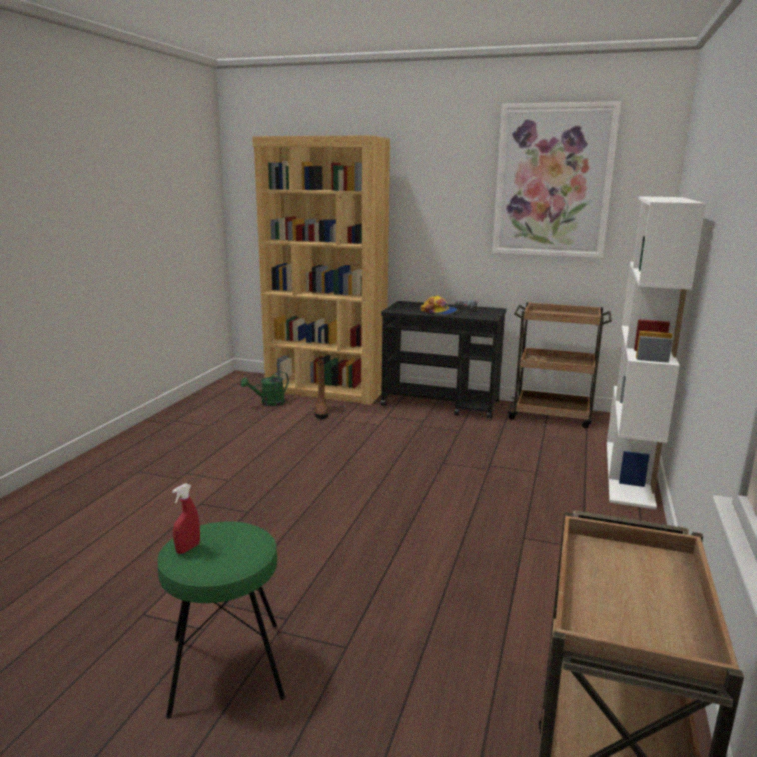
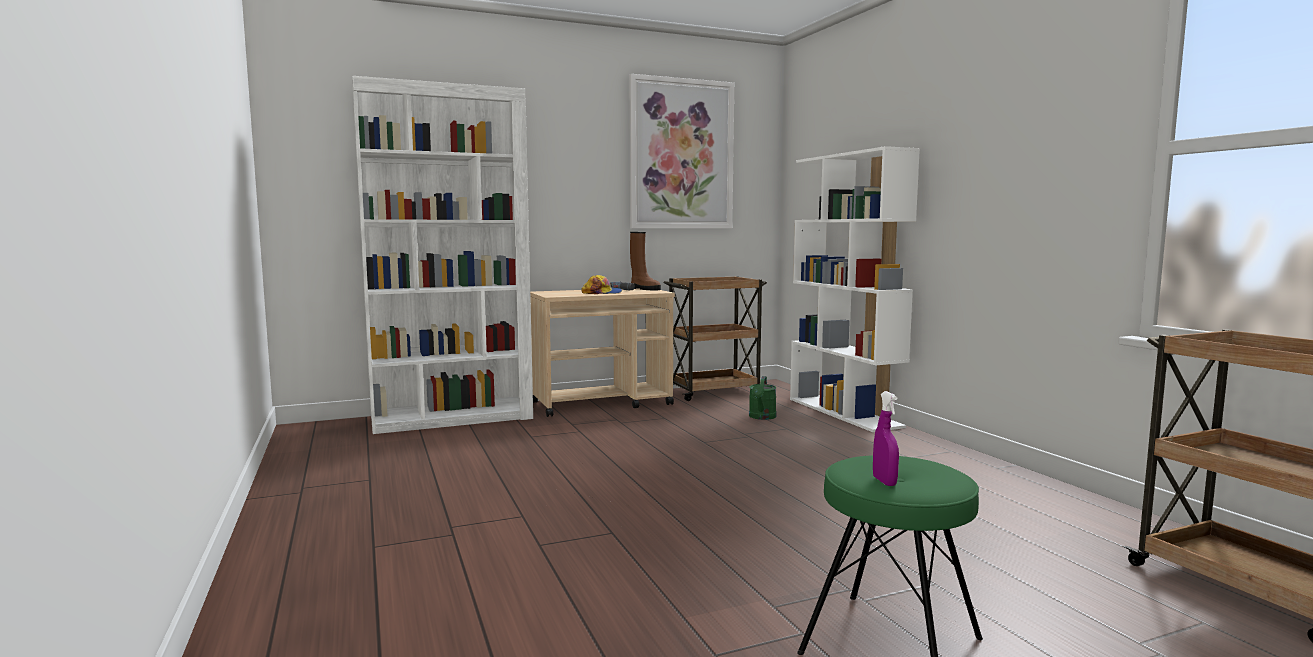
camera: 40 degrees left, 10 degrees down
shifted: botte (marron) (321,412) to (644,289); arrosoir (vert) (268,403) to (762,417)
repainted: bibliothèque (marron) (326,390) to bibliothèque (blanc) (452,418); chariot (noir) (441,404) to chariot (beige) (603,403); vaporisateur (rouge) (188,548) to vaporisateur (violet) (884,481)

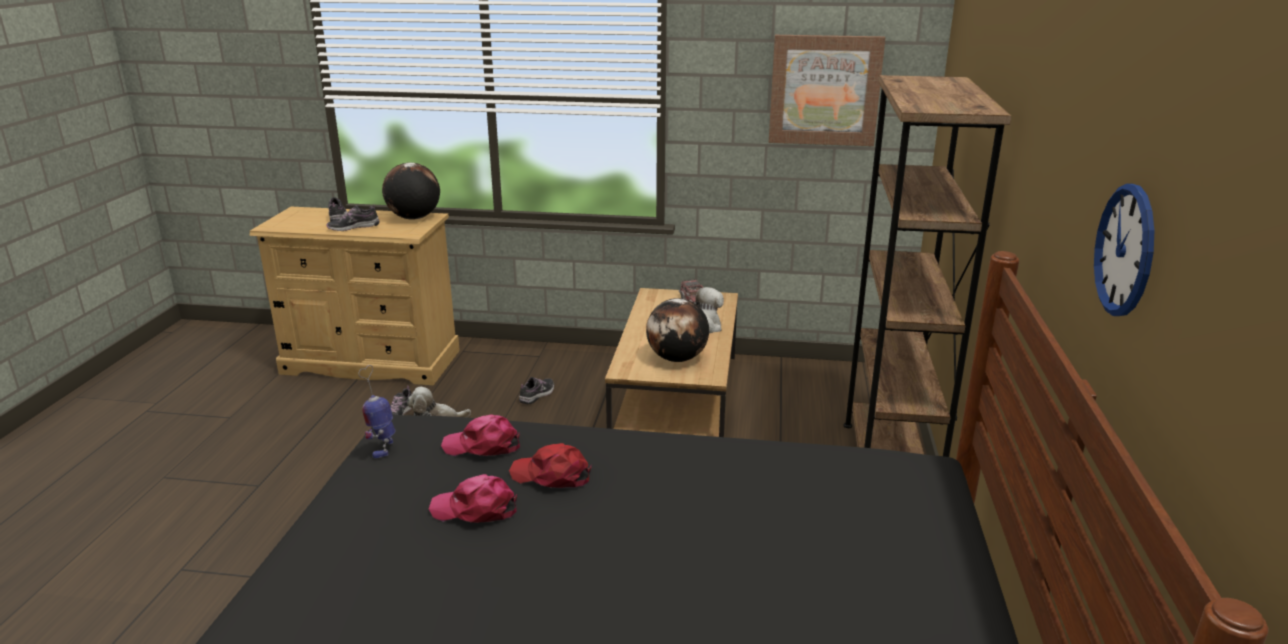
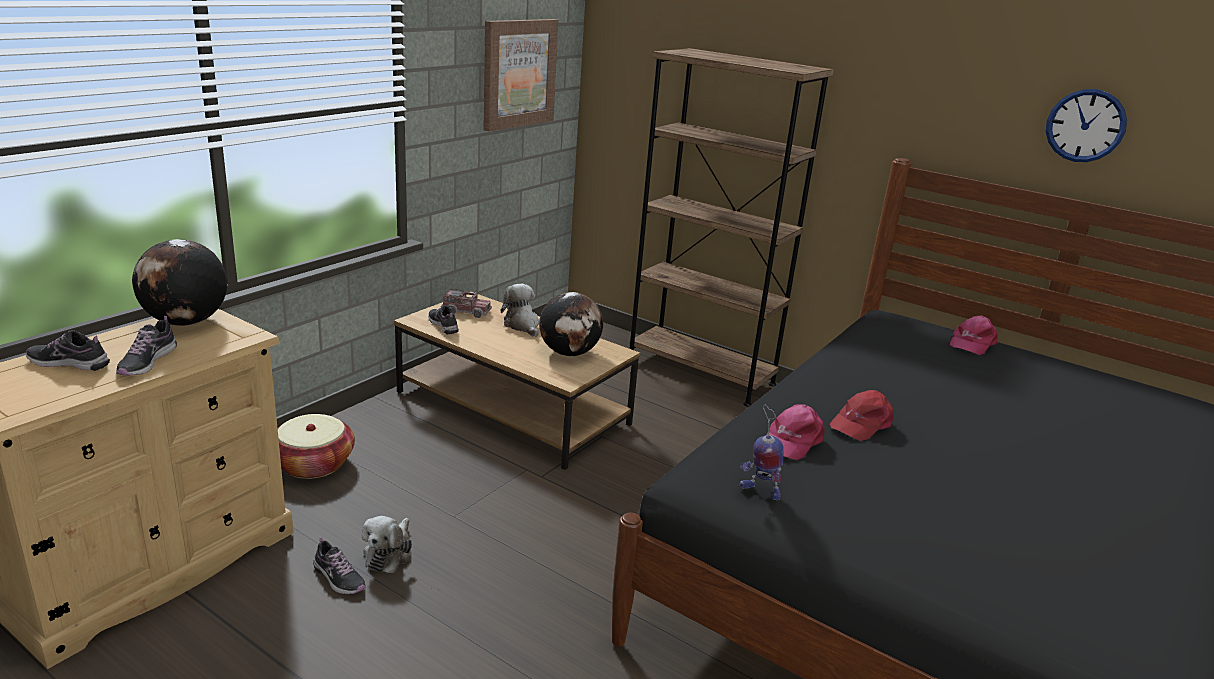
camera: 65 degrees left, 0 degrees up
new: panier (313,464)
shifted: chaussure (537,395) to (443,325); casquette (rose) (475,509) to (971,343)

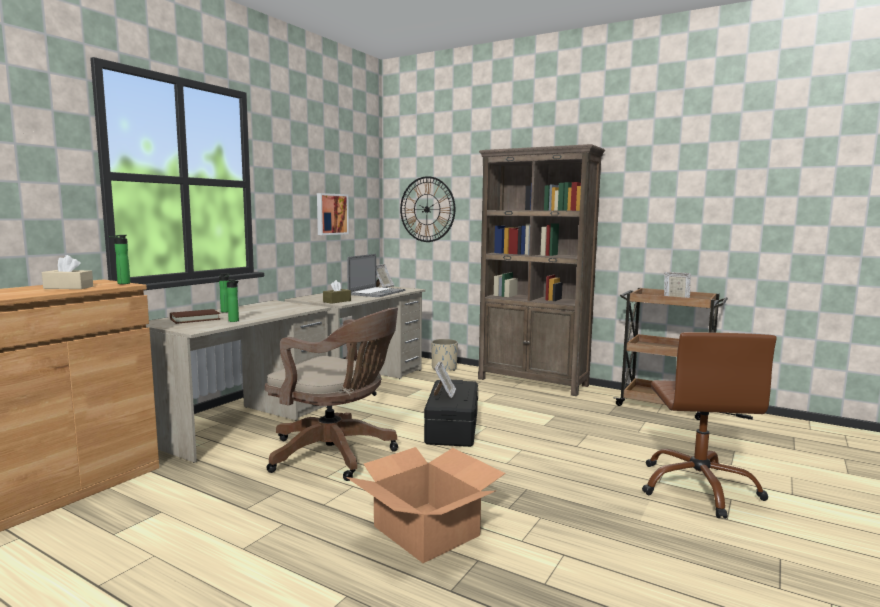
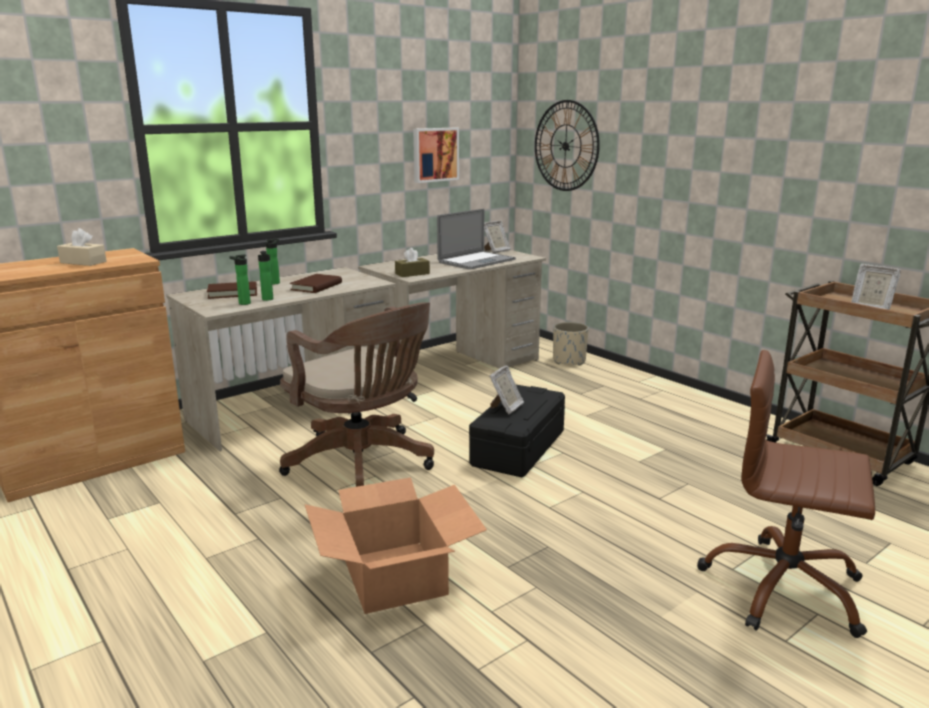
camera: 20 degrees right, 10 degrees up
gone: bibliothèque (marron) (533,382)
new: livre (marron) (316,286)
shifted: bouteille (121,283) to (242,303)
rotated: chaise de bureau (marron) (698,488) = (783,588) 90 degrees clockwise

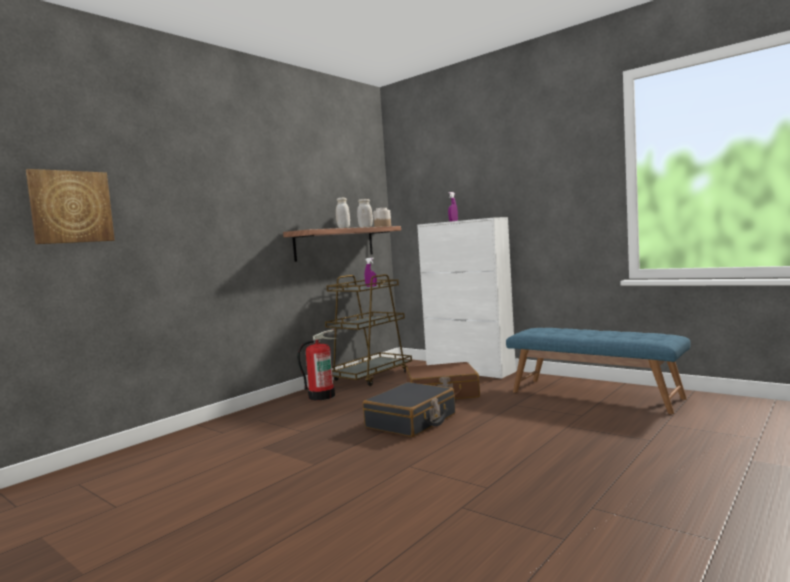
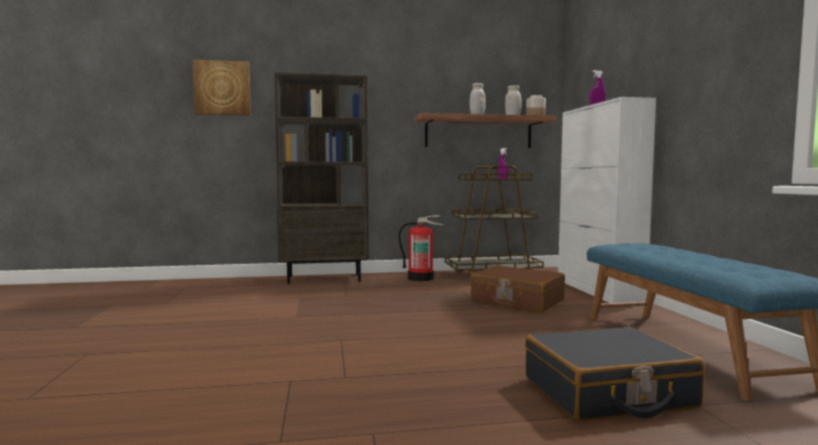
camera: 40 degrees right, 0 degrees up
new: bibliothèque (marron) (325,278)
shifted: valise (noir) (411,421) to (608,393)

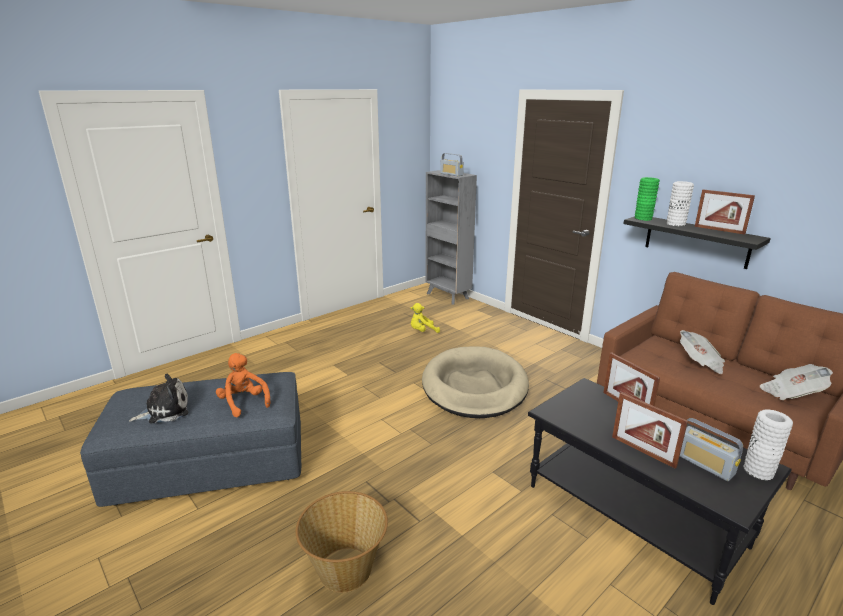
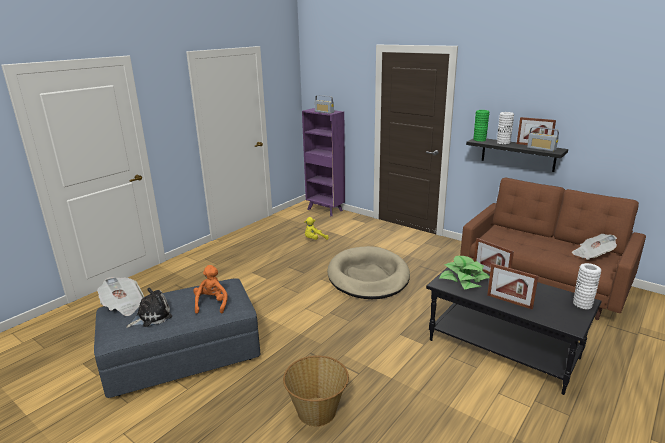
camera: 10 degrees left, 0 degrees up
new: plante en pot (464,280)
shifted: journal (700,363) to (124,305); radio (704,464) to (541,149)
repainted: bibliothèque (gris) (448,296) to bibliothèque (violet) (325,210)
rotated: peluche (orange) (244,403) = (212,304) 45 degrees clockwise

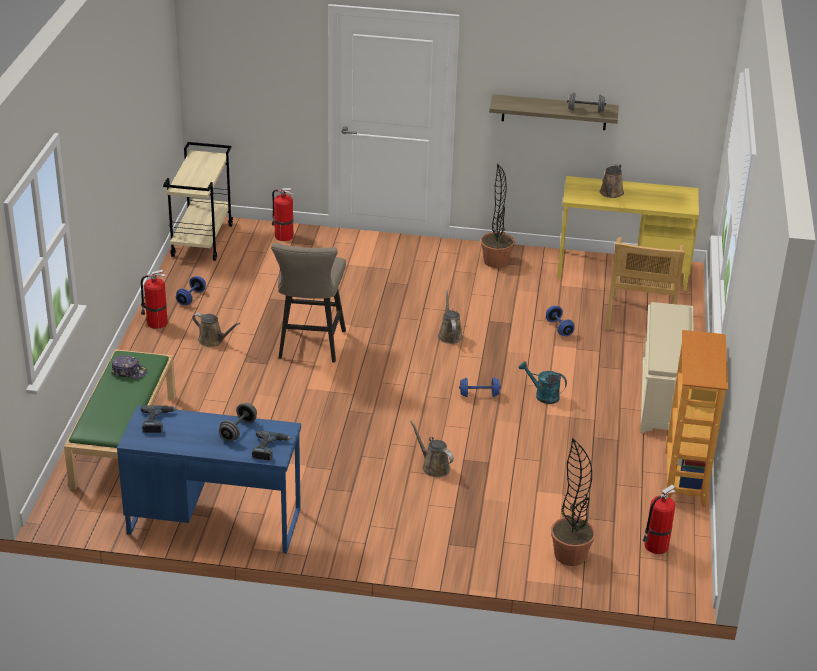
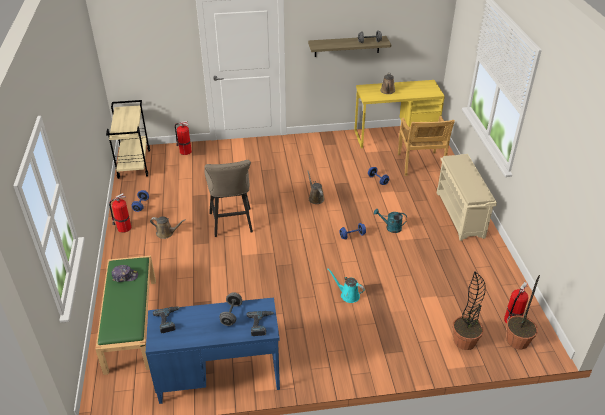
camera: 15 degrees left, 5 degrees up
gone: bibliothèque (685,479)
shifted: plante en pot (496,261) to (517,341)
repainted: arrosoir (marron) (433,466) to arrosoir (turquoise) (348,295)

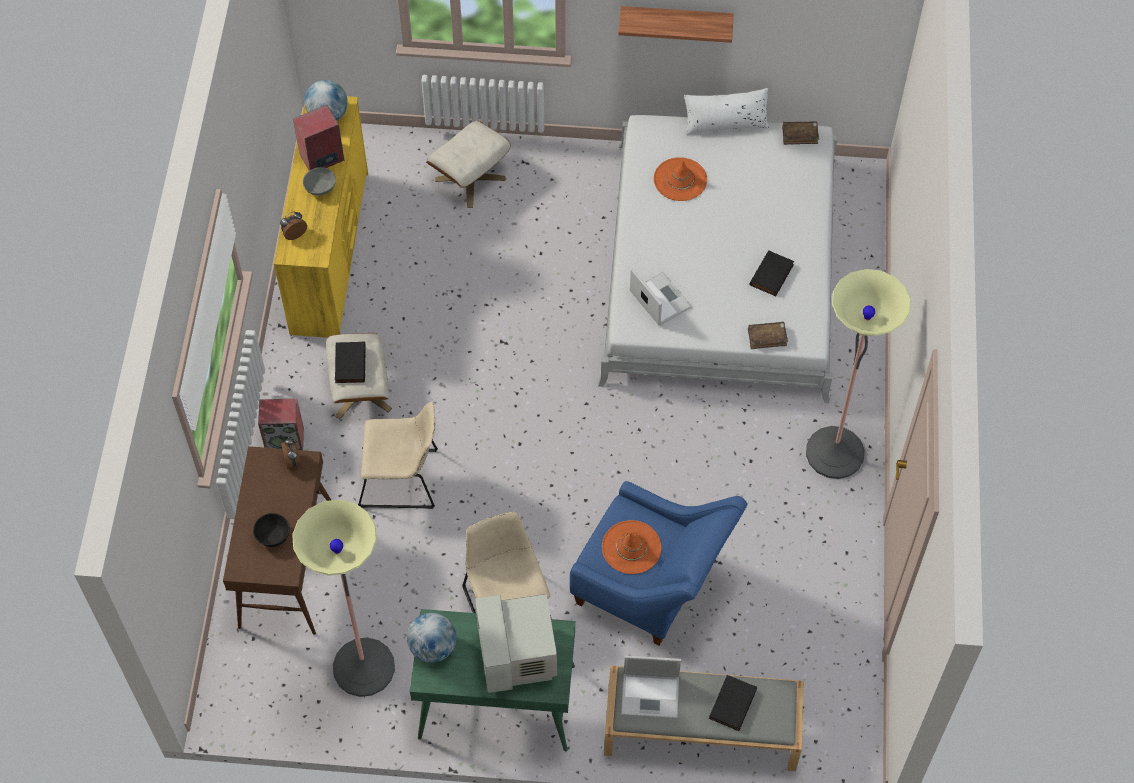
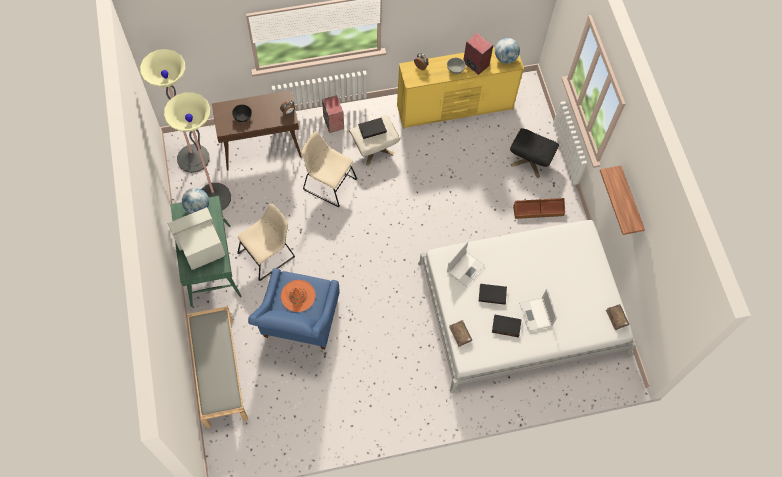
camera: 70 degrees right, 5 degrees up
gone: coussin (blanc) (725,123); chapeau (orange) (680,179)
new: boîte de rangement (marron) (538,210)
shifted: lampadaire (834,453) to (193,158); ordinateur portable (651,695) to (536,315); livre (noir) (731,703) to (492,294)
repainted: pouf (beige) (470,179) to pouf (noir) (530,160)
rotated: chaise (beige) (403,479) = (328,183) 135 degrees clockwise

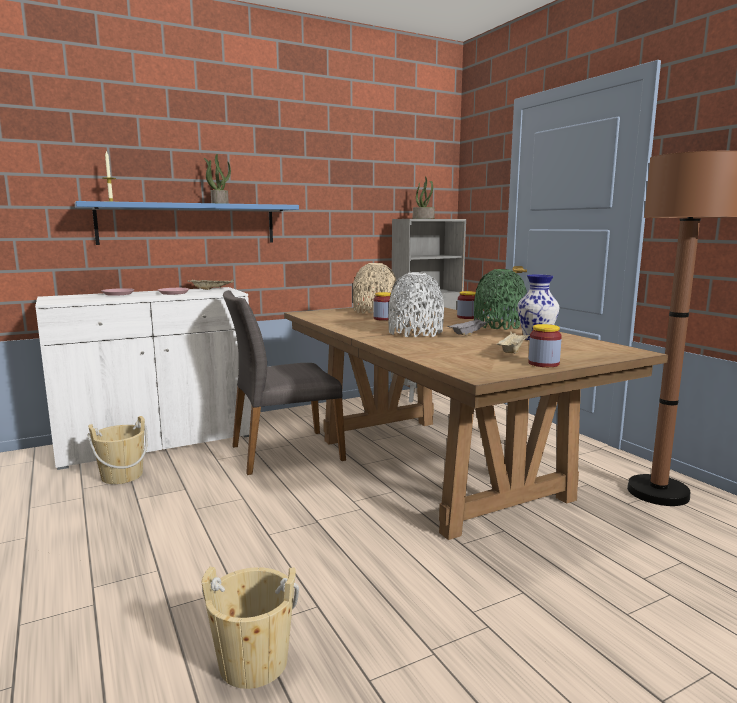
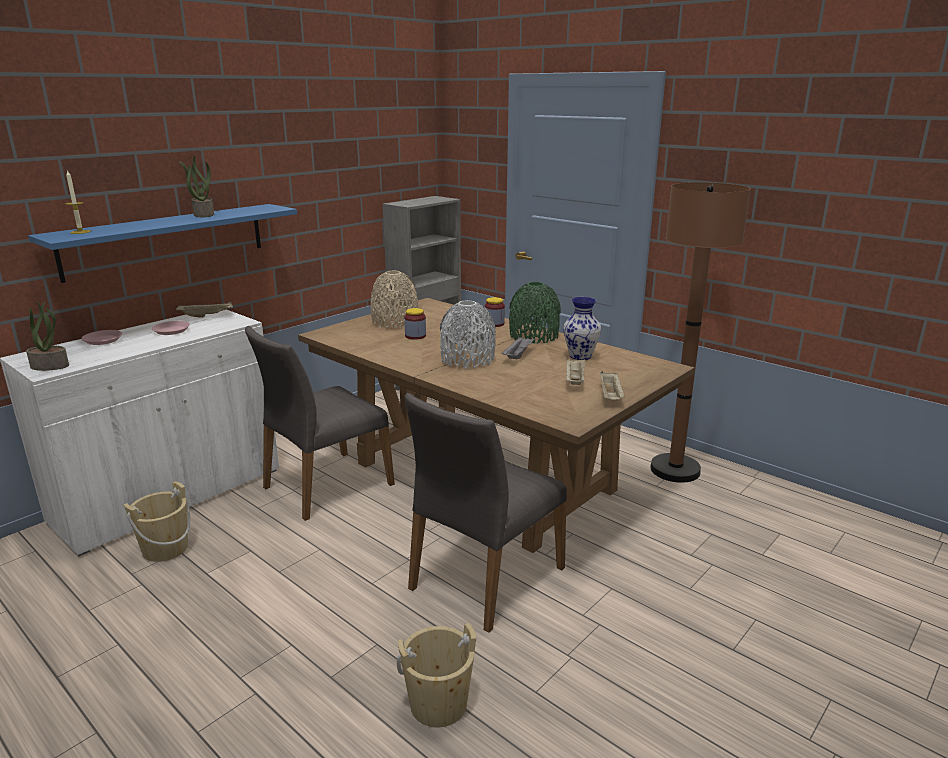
camera: 20 degrees left, 10 degrees up
new: chaise (gris) (484,577)
shifted: plante en pot (423,218) to (50,366)
swapped: bocal (543,364) to plateau (beige) (611,396)

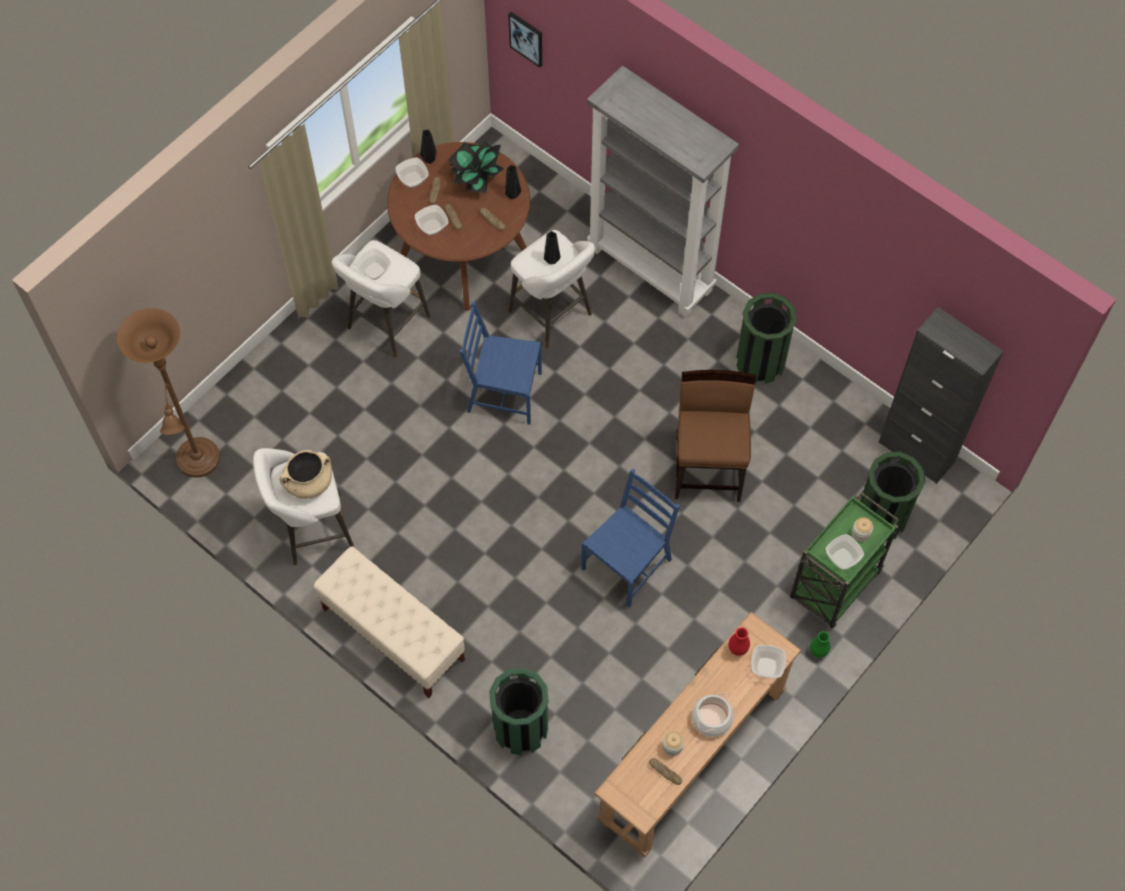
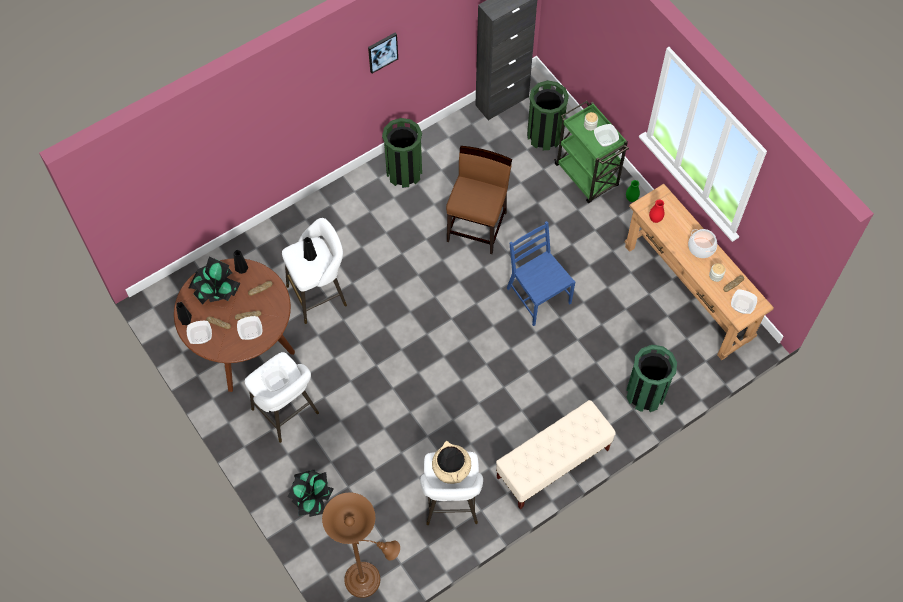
camera: 75 degrees left, 0 degrees up
gone: bibliothèque (gris) (652,269); chaise (bleu) (503,393)
new: plante en pot (311,498)
shifted: tableau (526,38) to (382,52); bol (766,667) to (742,307)
rotated: chaise (marron) (708,468) = (477,226) 90 degrees clockwise

